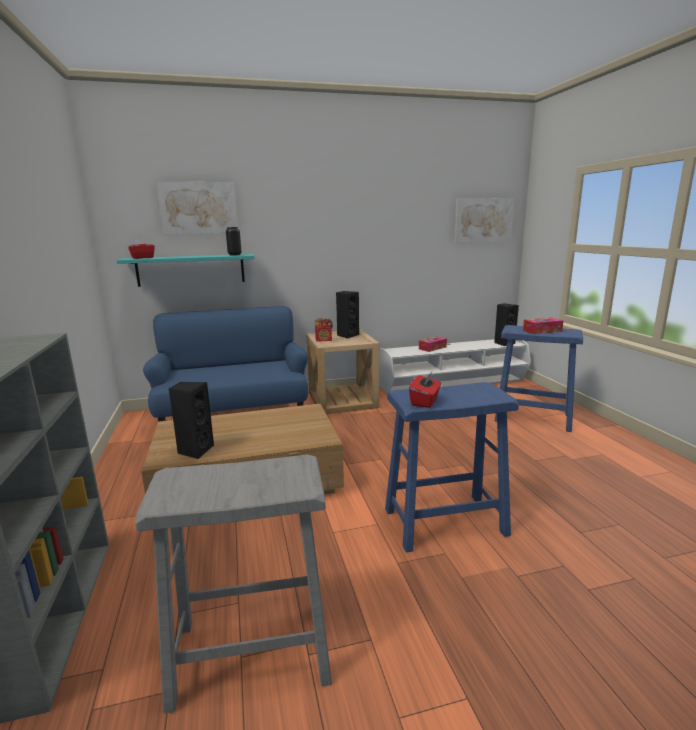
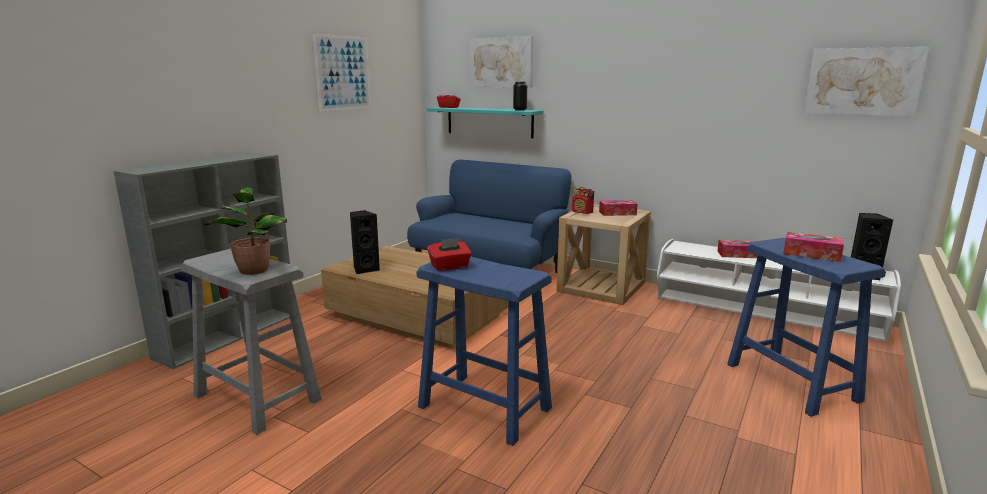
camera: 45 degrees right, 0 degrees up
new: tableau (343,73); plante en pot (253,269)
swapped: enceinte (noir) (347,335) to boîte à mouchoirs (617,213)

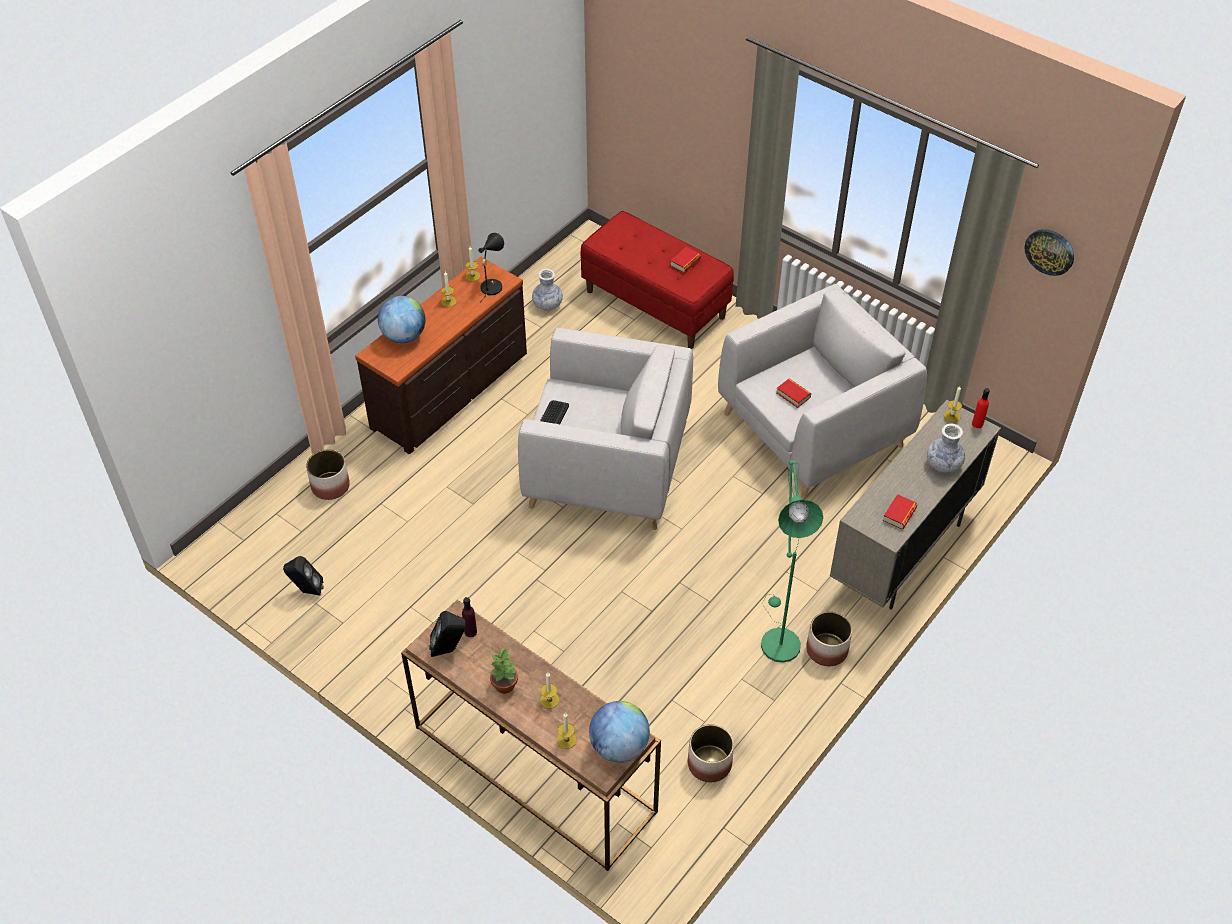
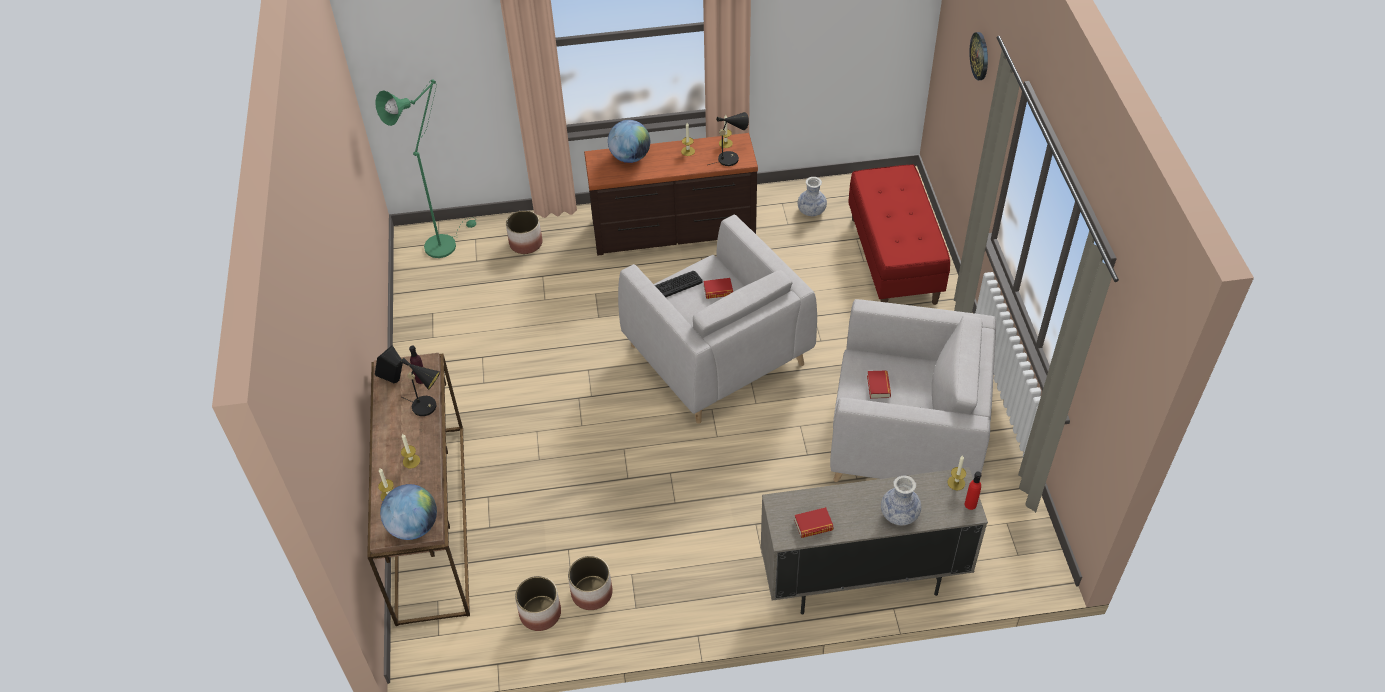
camera: 45 degrees right, 0 degrees up
gone: enceinte (noir) (307,591); plante en pot (505,685)
new: lampe de table (noir) (428,407)
shifted: horloge murale (1050,251) to (980,56); livre (685,262) to (718,291); lampadaire (vert) (778,638) to (444,242); cache-pot (826,650) to (591,592)

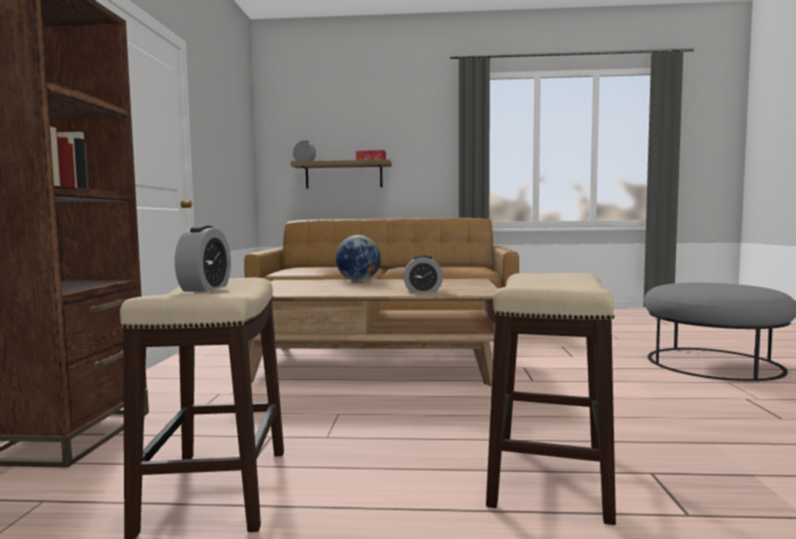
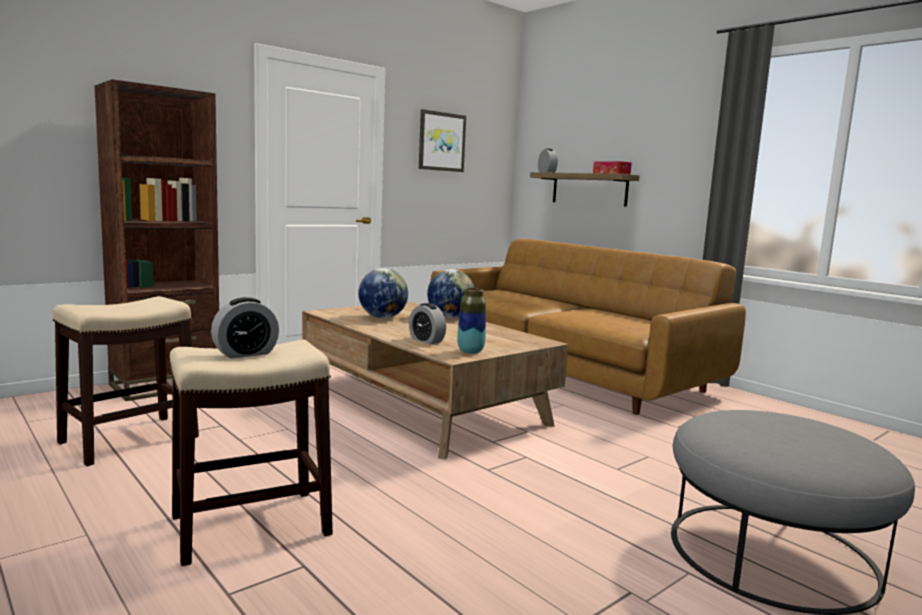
camera: 45 degrees right, 5 degrees up
new: tableau (441,141); globe (382,317); vase (470,351)
shifted: réveil (205,288) to (245,353)

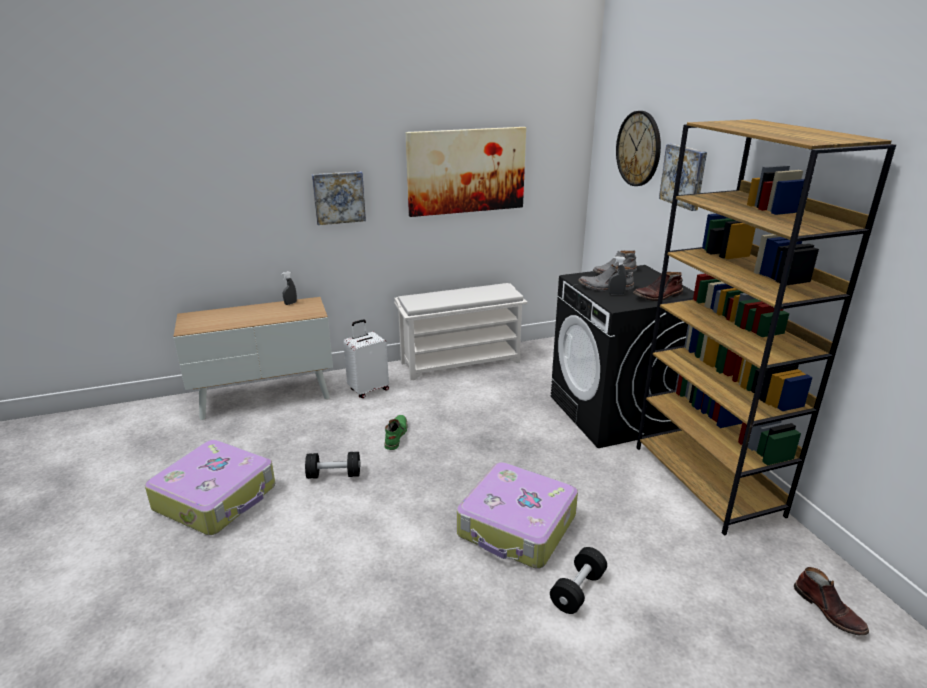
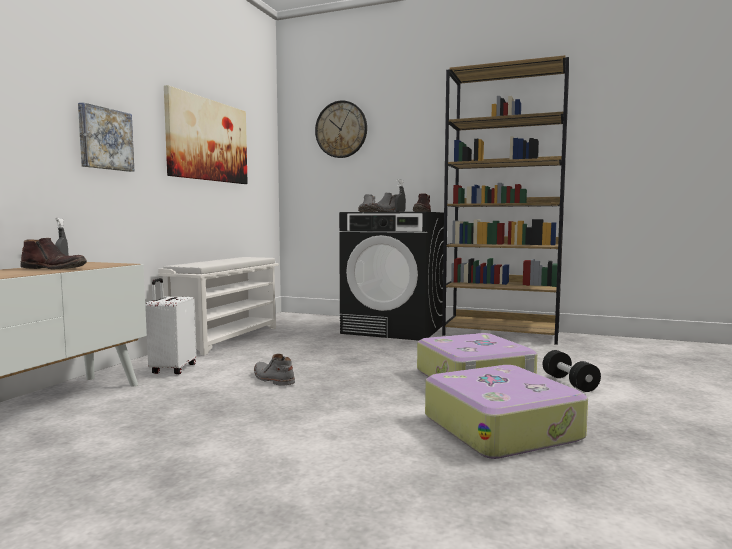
camera: 50 degrees left, 20 degrees down
gone: tableau (684,176); haltère (noir) (334,475)
shifted: valise (217,498) to (502,427); botte (marron) (829,610) to (55,268)
repainted: botte (vert) (395,436) to botte (gris) (272,379)

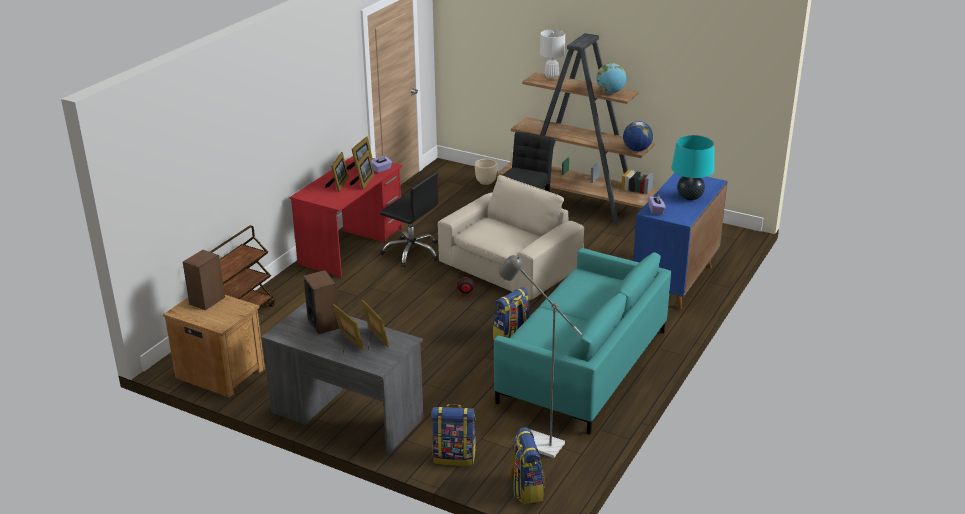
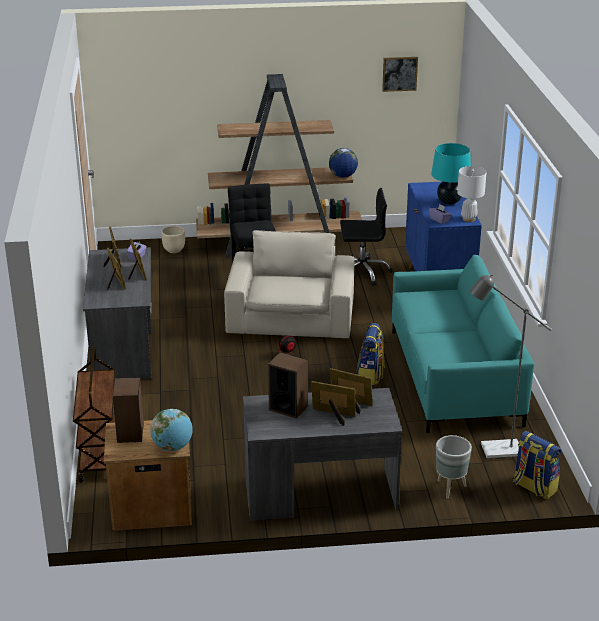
camera: 35 degrees left, 0 degrees up
new: tableau (399,73)
shifted: lampe de table (blanc) (551,78) to (468,219); globe (610,92) to (172,447); chaise de bureau (noir) (412,252) to (362,272)
swapped: sac à dos (454,457) to cache-pot (gris) (450,488)
repainted: bureau (rouge) (351,246) to bureau (gris) (123,348)

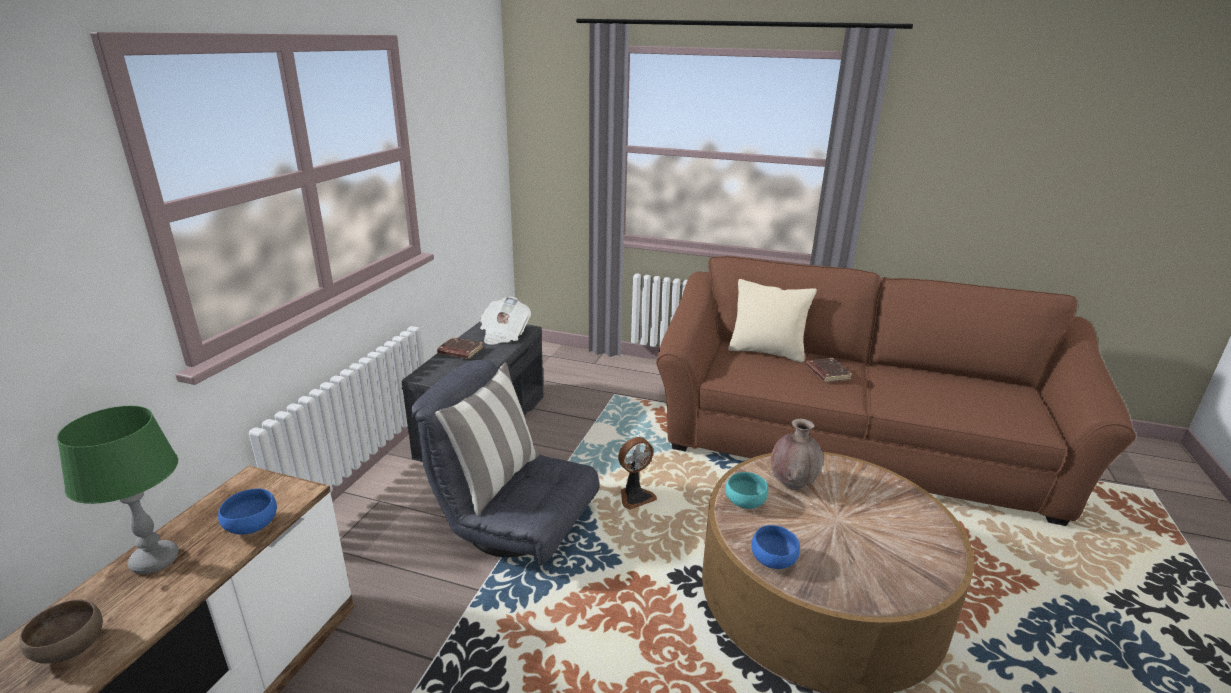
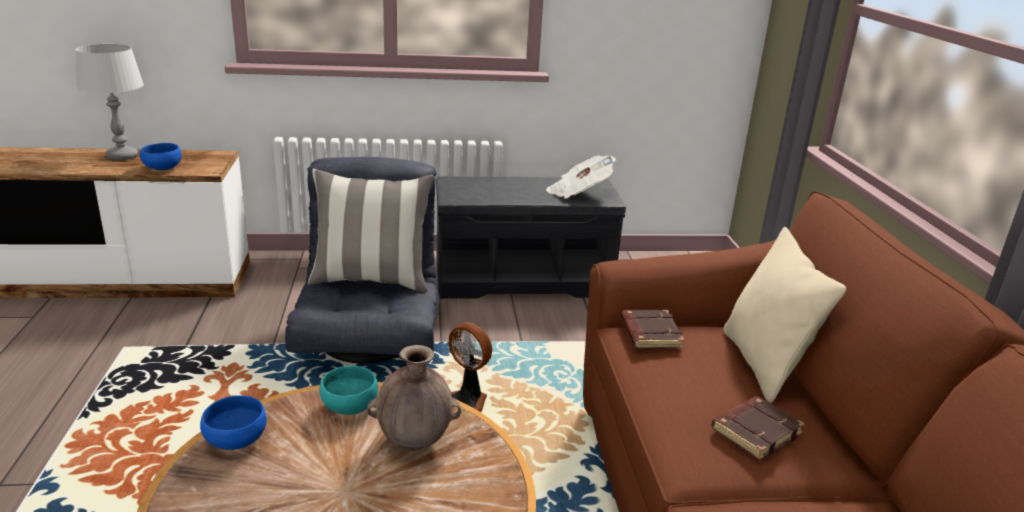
camera: 65 degrees right, 0 degrees up
gone: bol (marron) (68,649)
shifted: livre (marron) (459,352) to (649,333)
repainted: lampe de table (vert) (155,561) to lampe de table (gris) (122,156)

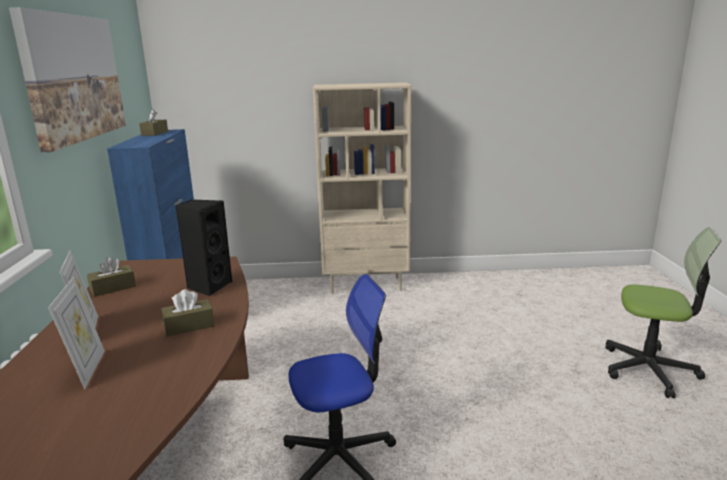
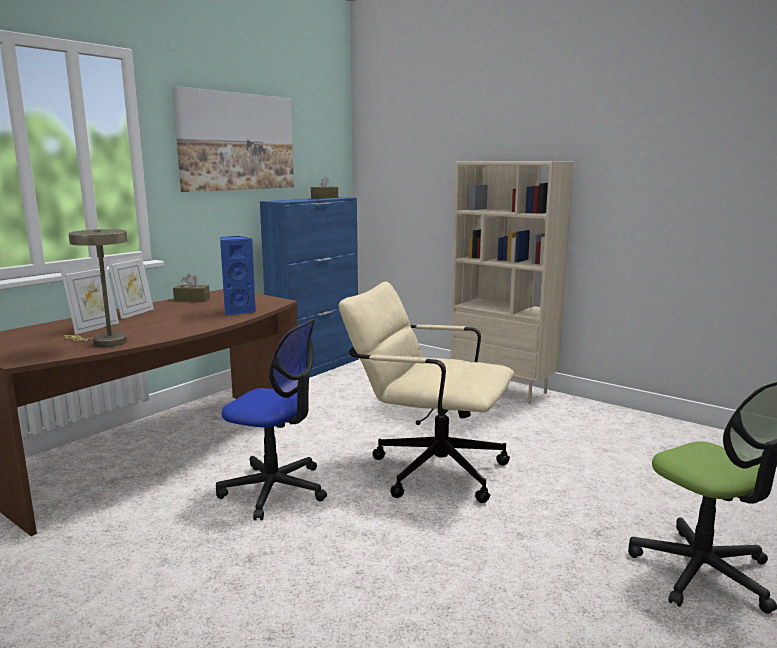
camera: 40 degrees right, 5 degrees down
gone: boîte à mouchoirs (marron) (189,326)
new: lampe de table (beige) (104,342); chaise de bureau (beige) (427,468)
repainted: enceinte (noir) (208,286) to enceinte (bleu) (238,311)

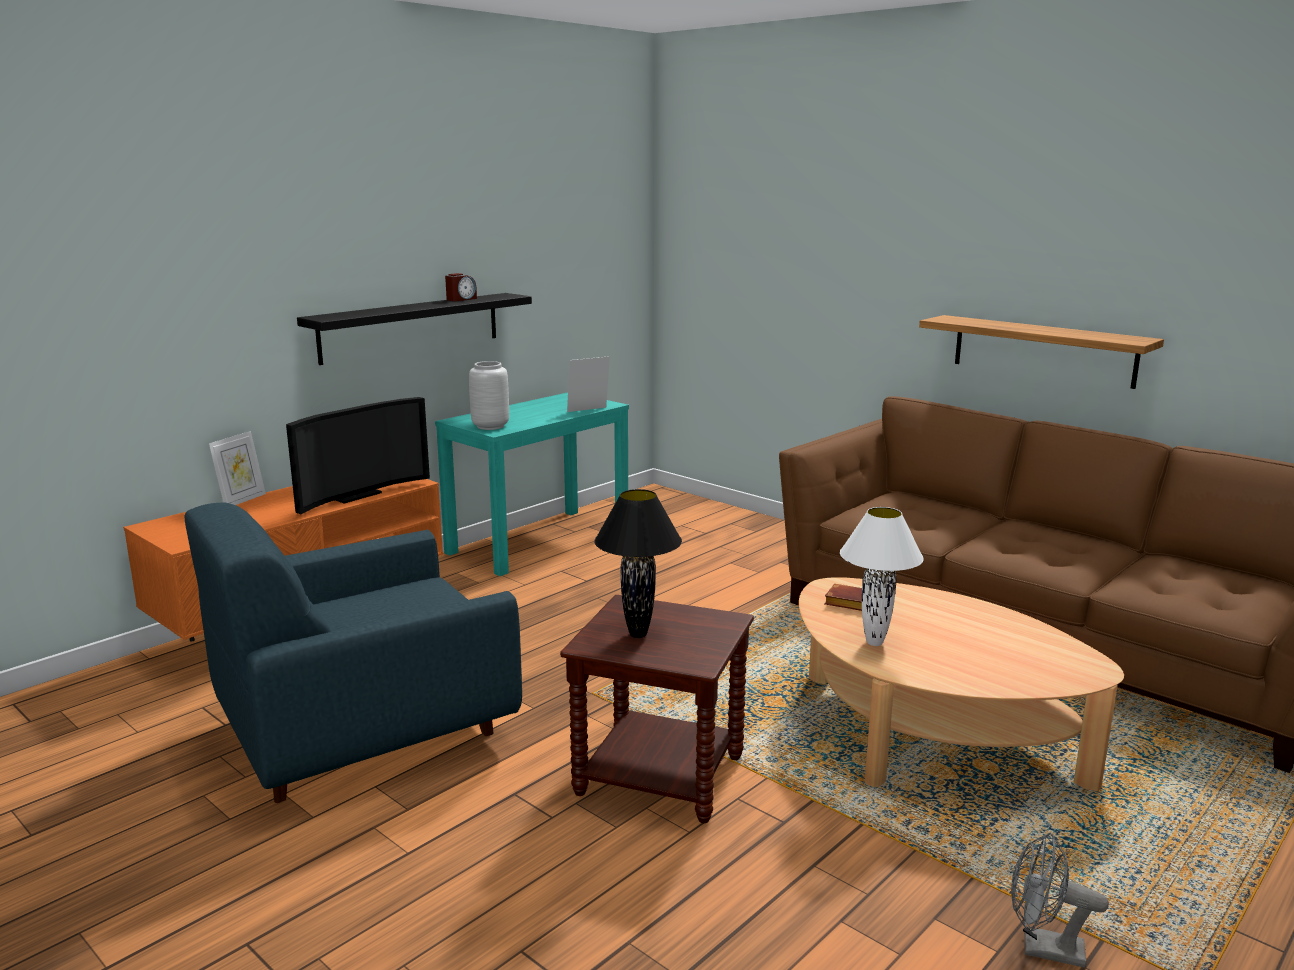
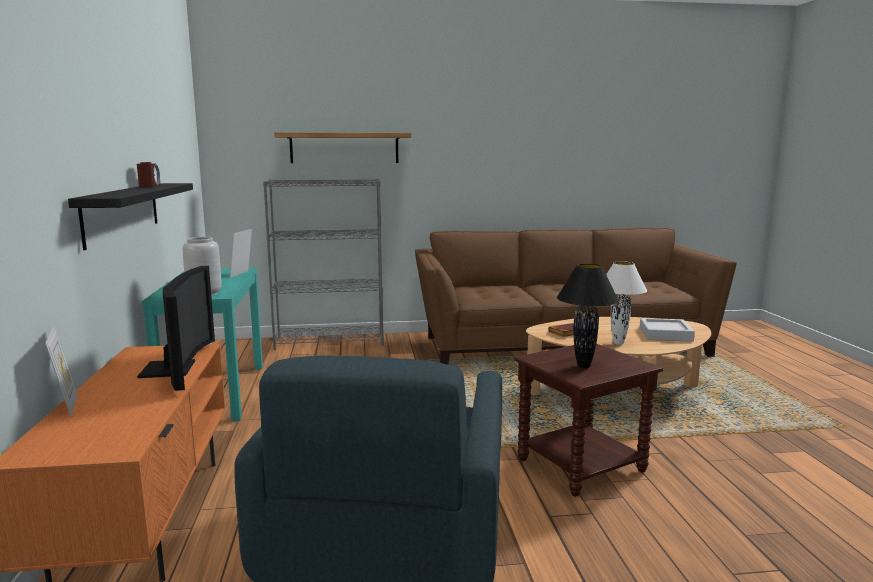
camera: 50 degrees left, 5 degrees down
gone: ventilateur (gris) (1042,949)
new: bibliothèque (gris) (330,341); plateau (gris) (665,334)
shifted: étagère (1043,350) to (344,148)

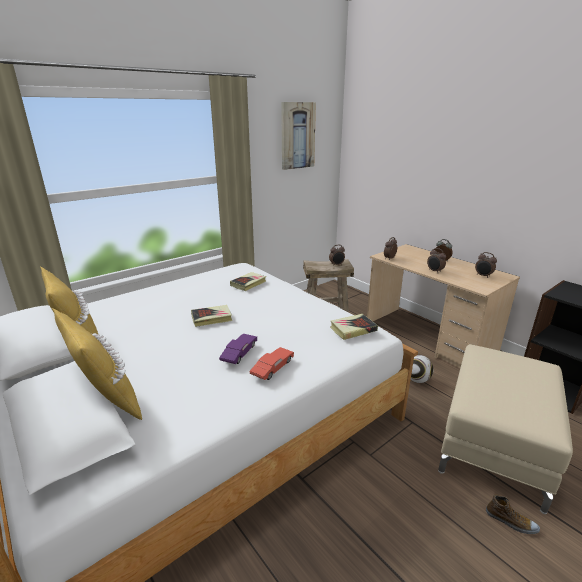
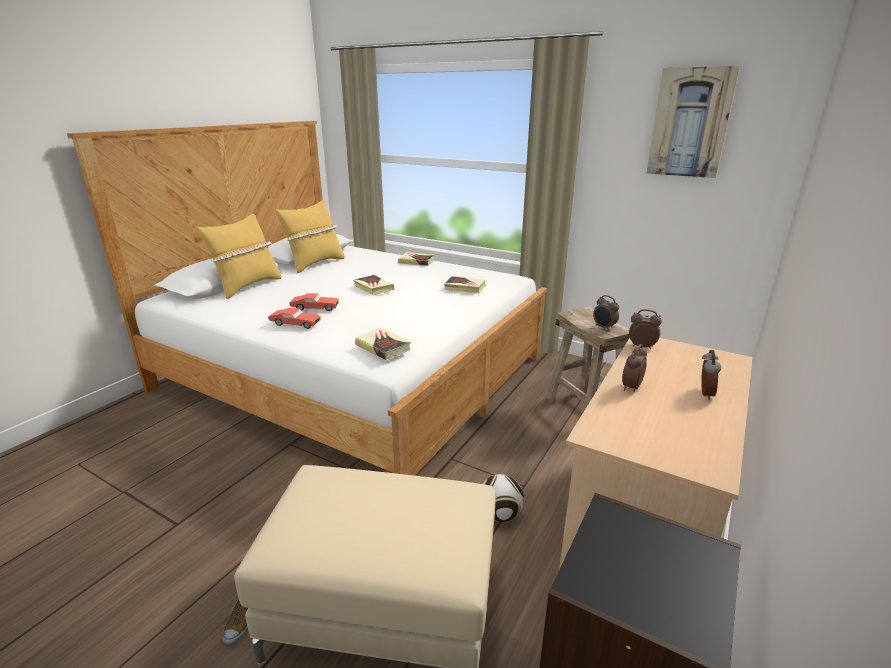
camera: 70 degrees right, 0 degrees up
gone: réveil (483,276)
new: livre (416,261)
repainted: petite voiture (violet) (239,354) to petite voiture (rouge) (315,308)

